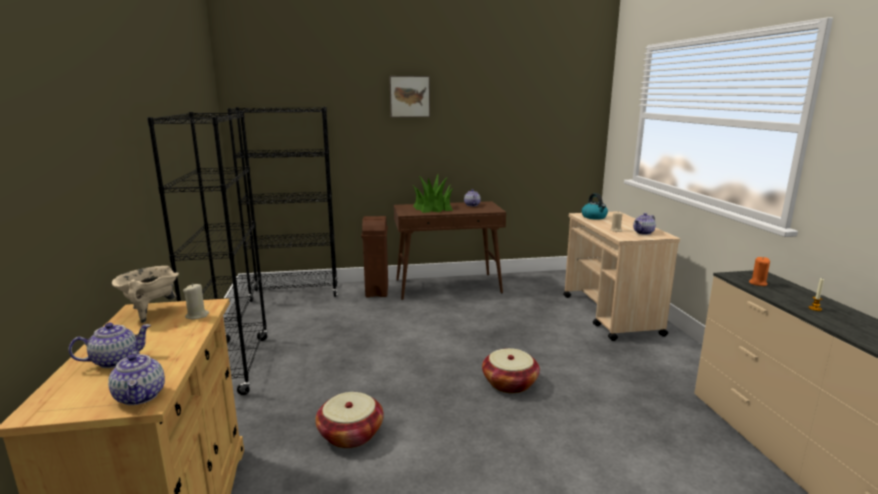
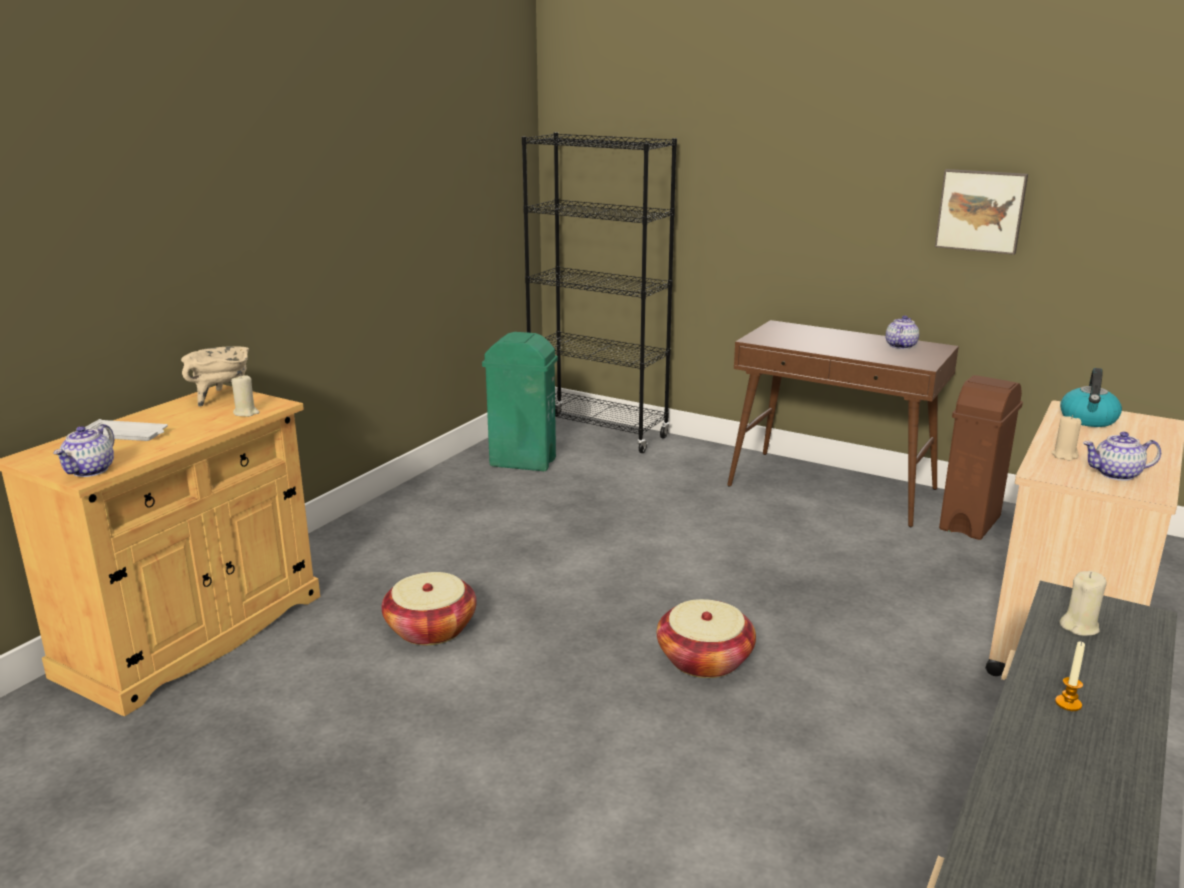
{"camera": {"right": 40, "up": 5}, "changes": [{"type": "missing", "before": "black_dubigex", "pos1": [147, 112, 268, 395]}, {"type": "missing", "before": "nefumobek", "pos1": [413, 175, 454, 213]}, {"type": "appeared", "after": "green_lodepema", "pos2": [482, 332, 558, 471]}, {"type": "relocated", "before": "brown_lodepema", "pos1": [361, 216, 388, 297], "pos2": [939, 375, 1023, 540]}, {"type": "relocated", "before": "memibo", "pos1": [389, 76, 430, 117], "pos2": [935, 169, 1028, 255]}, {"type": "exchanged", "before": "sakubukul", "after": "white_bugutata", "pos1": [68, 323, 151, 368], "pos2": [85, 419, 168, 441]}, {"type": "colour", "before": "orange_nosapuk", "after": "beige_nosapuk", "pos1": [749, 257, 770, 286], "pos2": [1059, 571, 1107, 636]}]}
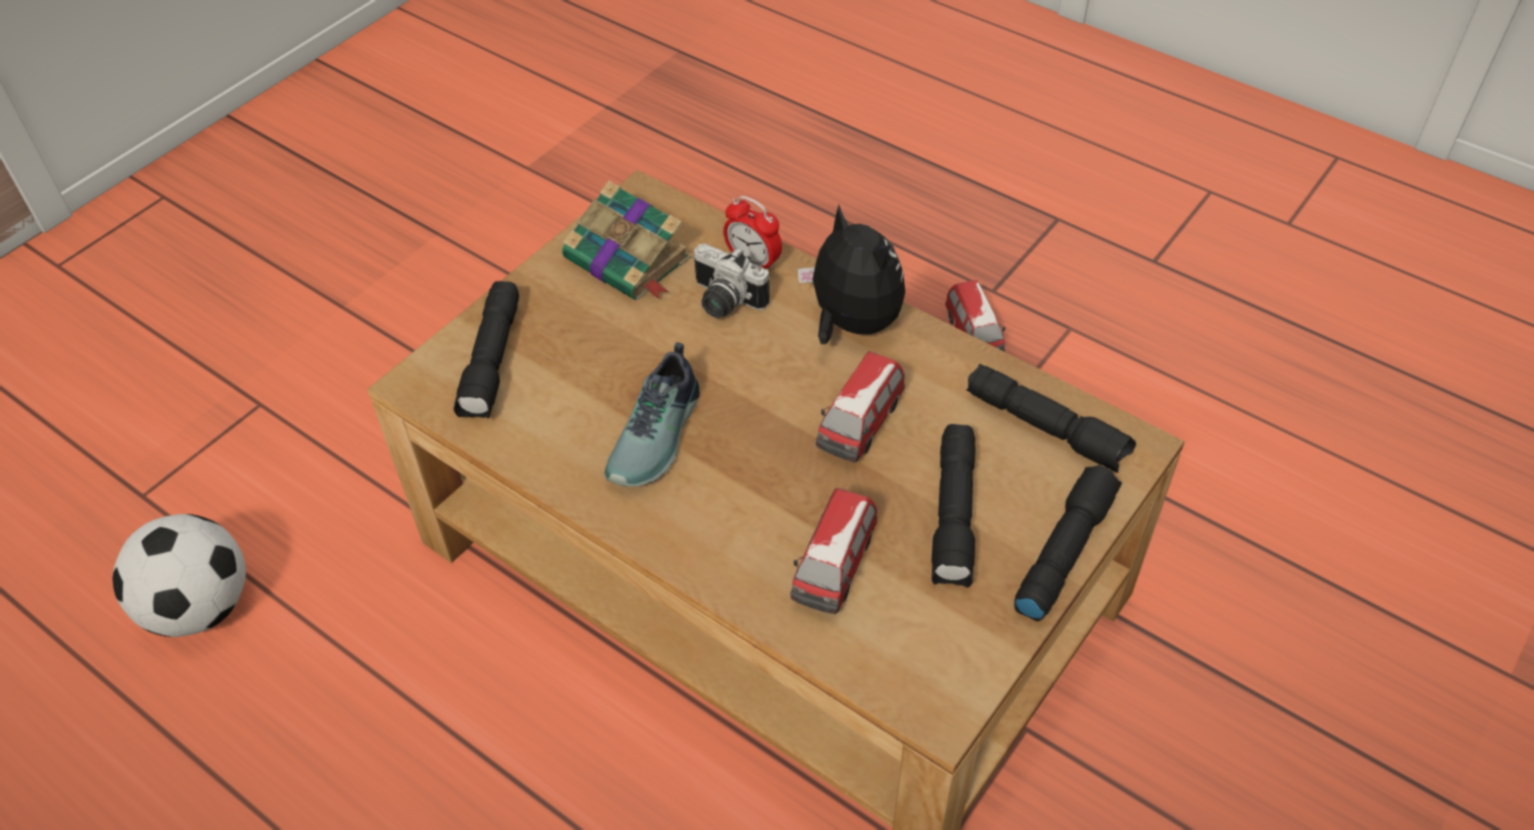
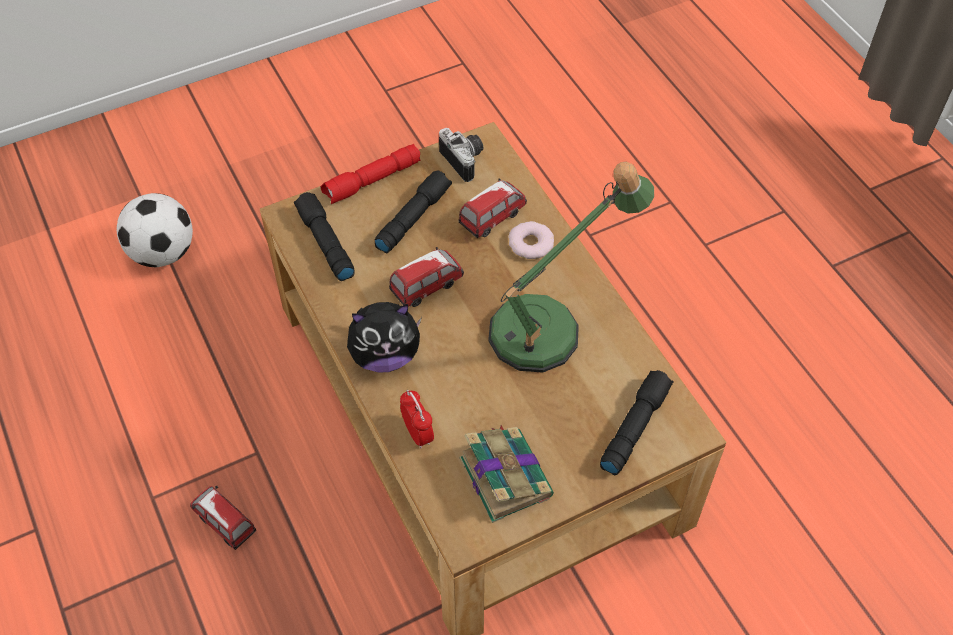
{"camera": {"right": -155, "up": 5}, "changes": [{"type": "appeared", "after": "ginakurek", "pos2": [509, 221, 554, 259]}, {"type": "relocated", "before": "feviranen", "pos1": [112, 514, 246, 637], "pos2": [117, 193, 193, 267]}, {"type": "relocated", "before": "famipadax", "pos1": [693, 243, 770, 318], "pos2": [439, 128, 483, 182]}, {"type": "exchanged", "before": "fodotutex", "after": "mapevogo", "pos1": [605, 342, 700, 487], "pos2": [488, 162, 654, 372]}, {"type": "colour", "before": "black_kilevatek", "after": "red_kilevatek", "pos1": [1014, 465, 1122, 621], "pos2": [321, 144, 420, 204]}, {"type": "spun", "before": "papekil", "pos1": [797, 205, 905, 344], "pos2": [347, 302, 422, 373], "turn": -90}, {"type": "spun", "before": "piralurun", "pos1": [946, 280, 1005, 352], "pos2": [190, 486, 256, 550], "turn": -60}]}
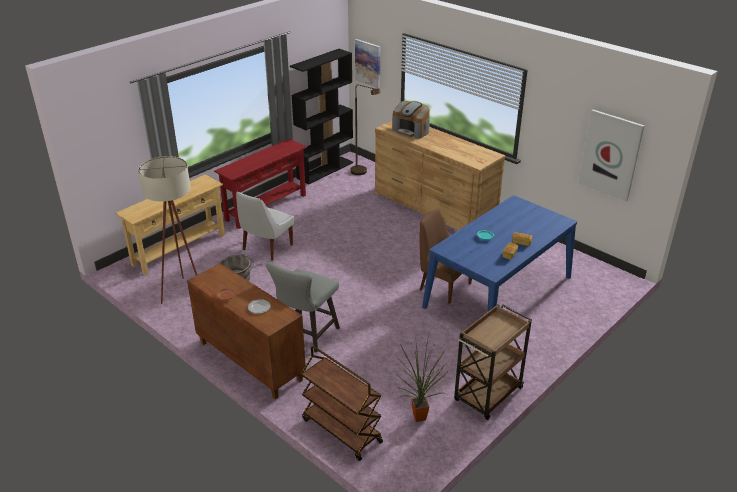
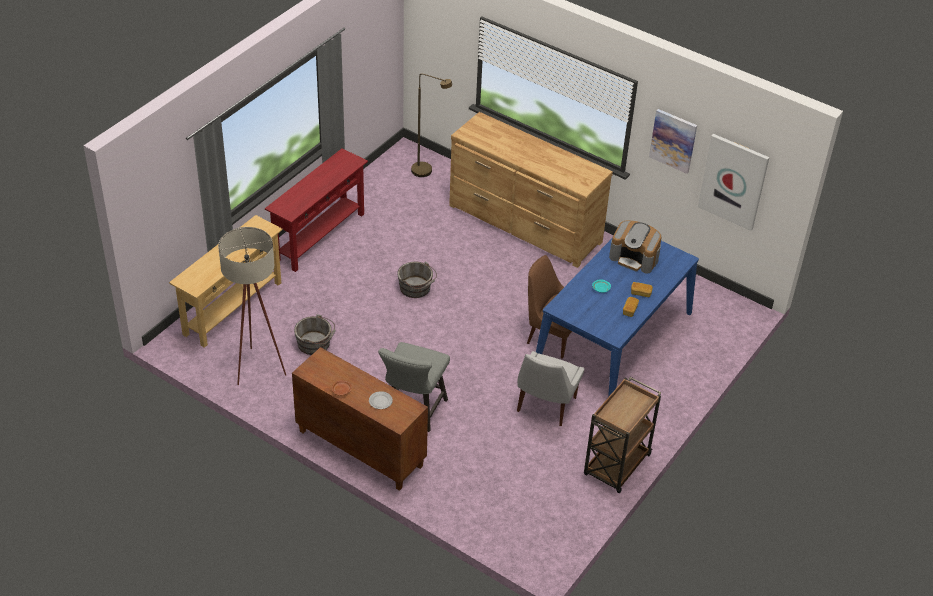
{"camera": {"right": -10, "up": 10}, "changes": [{"type": "missing", "before": "black_dubigex", "pos1": [290, 49, 353, 185]}, {"type": "missing", "before": "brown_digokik", "pos1": [301, 346, 383, 461]}, {"type": "missing", "before": "nefumobek", "pos1": [397, 329, 448, 422]}, {"type": "appeared", "after": "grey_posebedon", "pos2": [397, 261, 437, 298]}, {"type": "relocated", "before": "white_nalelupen", "pos1": [236, 192, 294, 261], "pos2": [517, 351, 585, 426]}, {"type": "relocated", "before": "memibo", "pos1": [355, 39, 380, 88], "pos2": [649, 109, 697, 174]}, {"type": "relocated", "before": "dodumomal", "pos1": [392, 101, 430, 139], "pos2": [609, 221, 661, 274]}]}
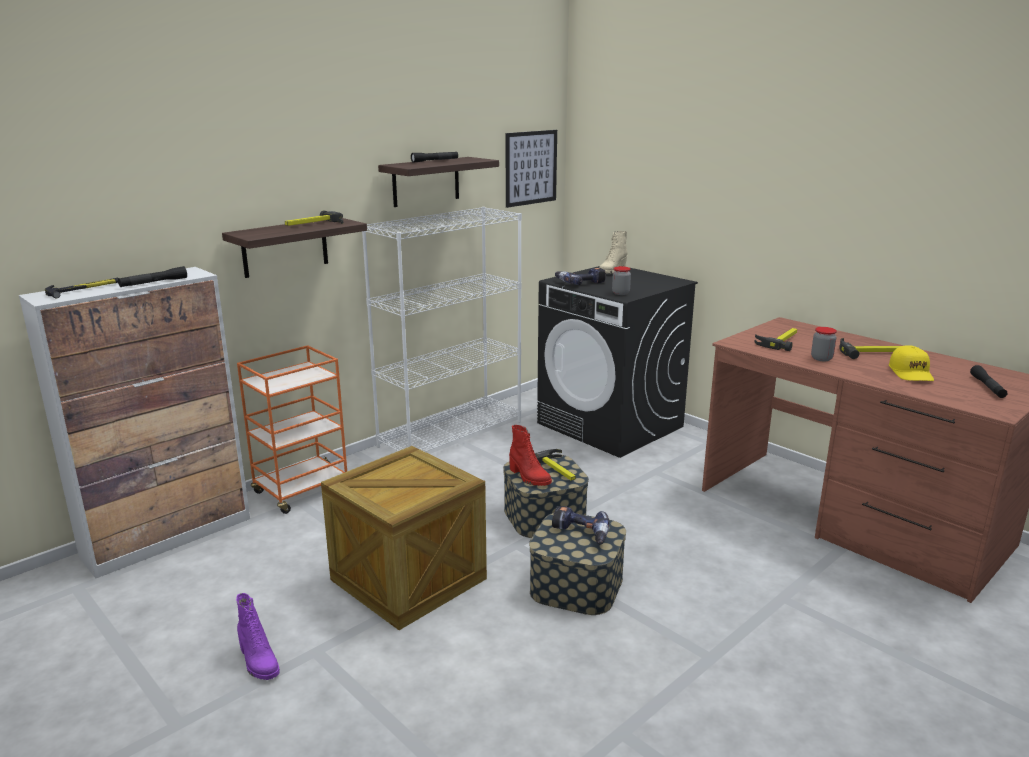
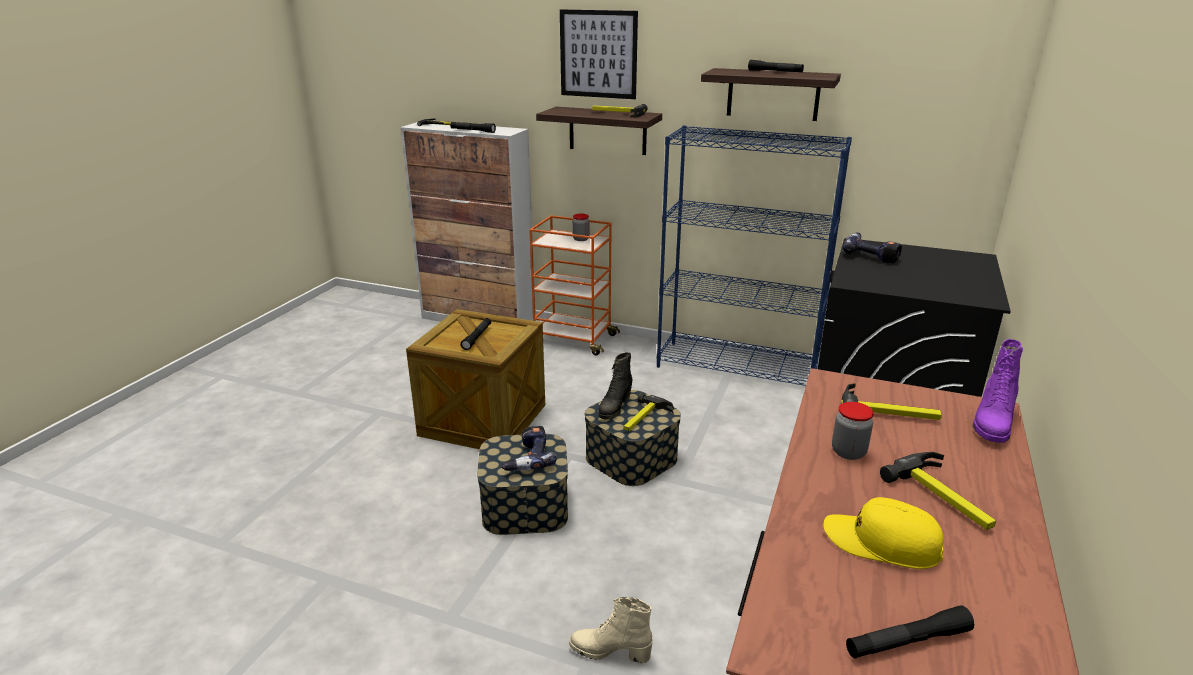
{"camera": {"right": 65, "up": 5}, "changes": [{"type": "appeared", "after": "black_kilevatek", "pos2": [461, 318, 491, 350]}, {"type": "relocated", "before": "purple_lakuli", "pos1": [236, 593, 280, 680], "pos2": [973, 339, 1023, 443]}, {"type": "relocated", "before": "memibo", "pos1": [505, 130, 557, 208], "pos2": [560, 9, 638, 99]}, {"type": "relocated", "before": "beige_lakuli", "pos1": [599, 231, 627, 274], "pos2": [569, 597, 653, 663]}, {"type": "relocated", "before": "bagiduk", "pos1": [612, 266, 631, 295], "pos2": [572, 214, 590, 241]}, {"type": "colour", "before": "white_dubigex", "after": "blue_dubigex", "pos1": [362, 207, 522, 452], "pos2": [657, 125, 852, 386]}, {"type": "colour", "before": "red_lakuli", "after": "black_lakuli", "pos1": [509, 425, 552, 486], "pos2": [599, 352, 632, 420]}, {"type": "spun", "before": "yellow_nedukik", "pos1": [889, 345, 934, 381], "pos2": [824, 497, 944, 569], "turn": 45}]}
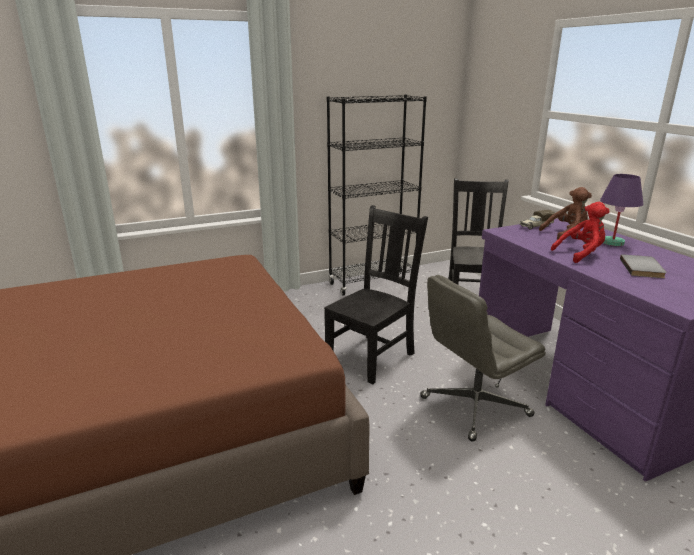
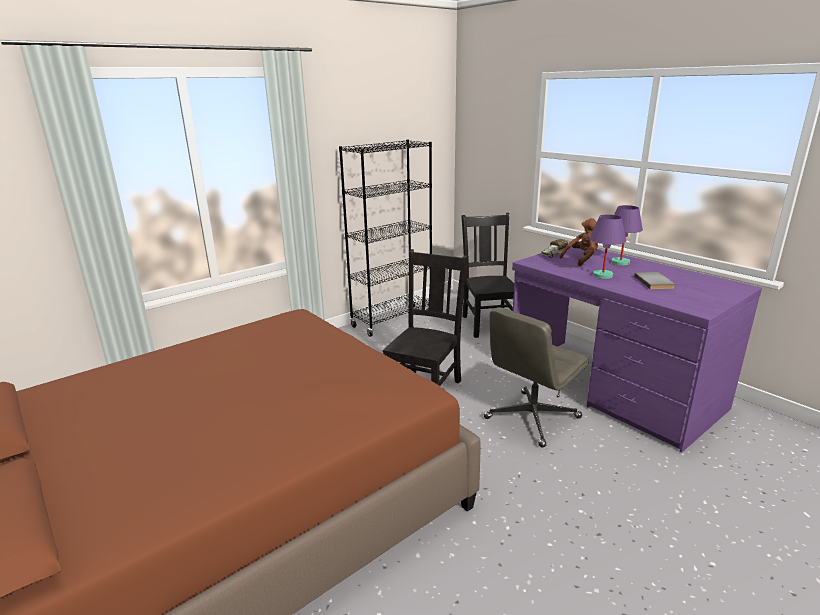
{"camera": {"right": -15, "up": 0}, "changes": [{"type": "exchanged", "before": "red_papekil", "after": "purple_mapevogo", "pos1": [551, 202, 610, 263], "pos2": [589, 214, 626, 279]}]}
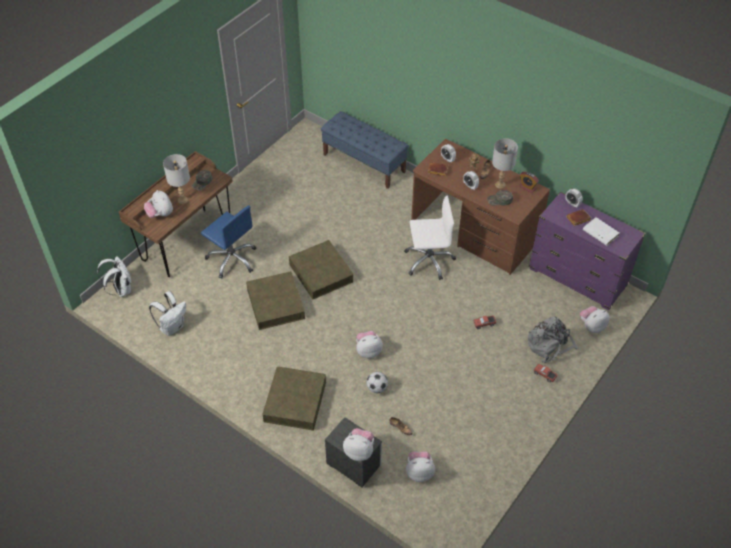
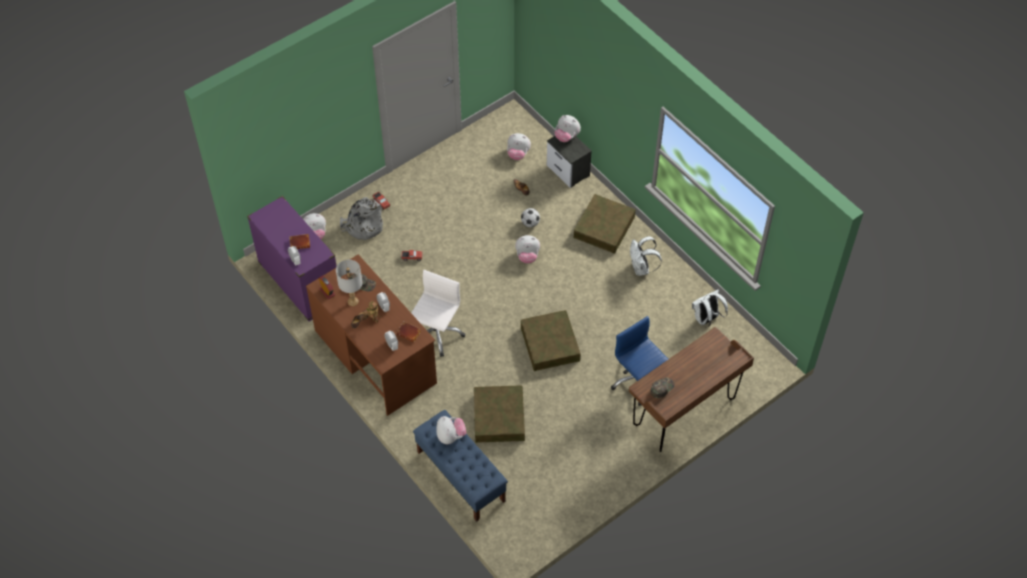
{"camera": {"right": -165, "up": 5}, "changes": [{"type": "missing", "before": "grey_mapevogo", "pos1": [163, 154, 190, 204]}, {"type": "missing", "before": "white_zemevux", "pos1": [583, 217, 619, 246]}, {"type": "relocated", "before": "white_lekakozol", "pos1": [97, 256, 131, 297], "pos2": [630, 236, 662, 276]}, {"type": "relocated", "before": "papekil", "pos1": [144, 190, 173, 218], "pos2": [436, 416, 466, 444]}, {"type": "relocated", "before": "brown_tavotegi", "pos1": [246, 271, 305, 330], "pos2": [474, 386, 525, 443]}, {"type": "spun", "before": "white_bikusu", "pos1": [404, 196, 456, 280], "pos2": [411, 270, 465, 357], "turn": 105}]}
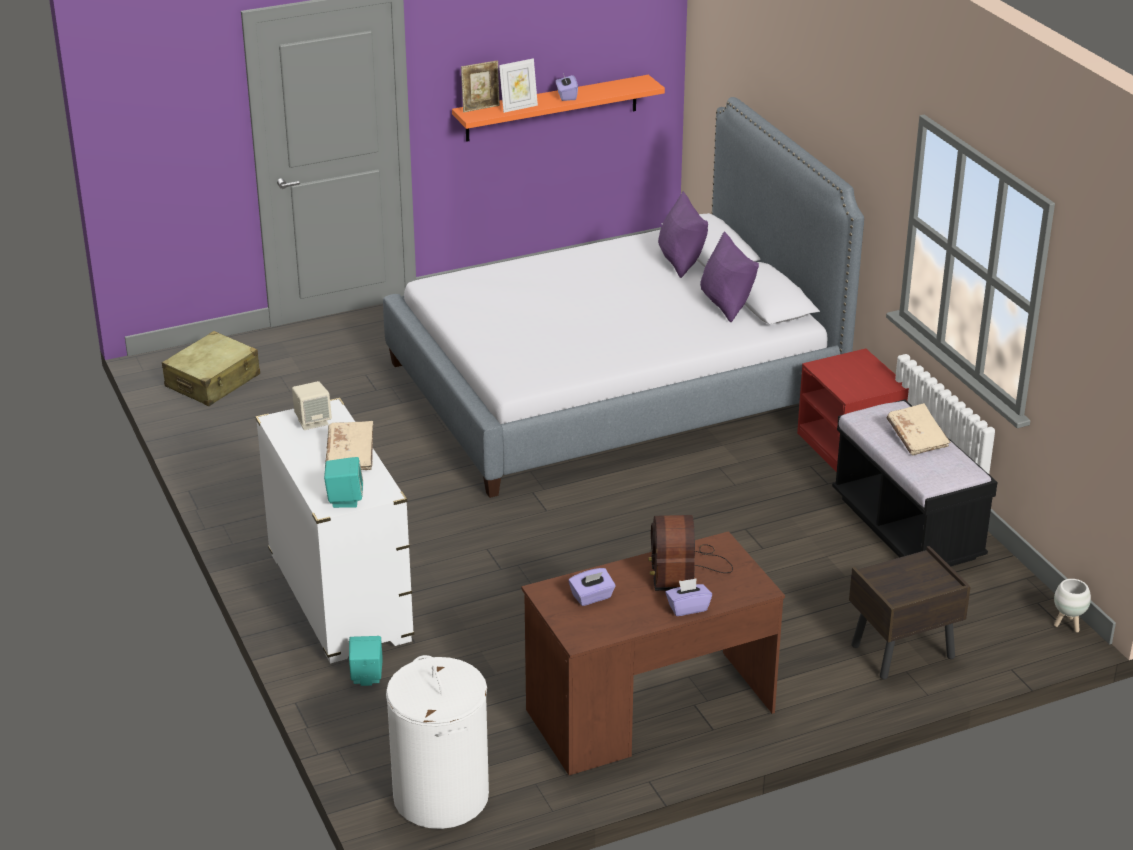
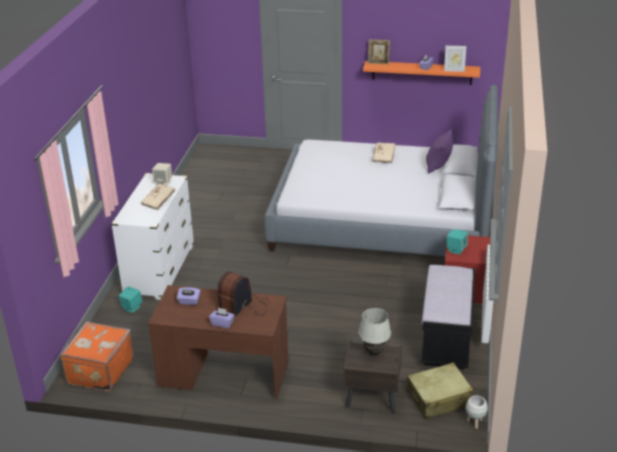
{"camera": {"right": 35, "up": 0}, "changes": [{"type": "missing", "before": "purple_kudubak", "pos1": [700, 231, 759, 322]}, {"type": "appeared", "after": "white_mapevogo", "pos2": [358, 308, 391, 355]}, {"type": "relocated", "before": "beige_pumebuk", "pos1": [162, 331, 260, 406], "pos2": [407, 362, 474, 419]}, {"type": "relocated", "before": "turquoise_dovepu", "pos1": [324, 457, 363, 508], "pos2": [447, 229, 468, 255]}, {"type": "relocated", "before": "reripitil", "pos1": [499, 58, 538, 113], "pos2": [444, 46, 466, 72]}, {"type": "relocated", "before": "beige_zemevux", "pos1": [886, 403, 950, 456], "pos2": [372, 143, 396, 163]}, {"type": "exchanged", "before": "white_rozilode", "after": "orange_pumebuk", "pos1": [386, 655, 489, 829], "pos2": [60, 322, 134, 392]}]}
